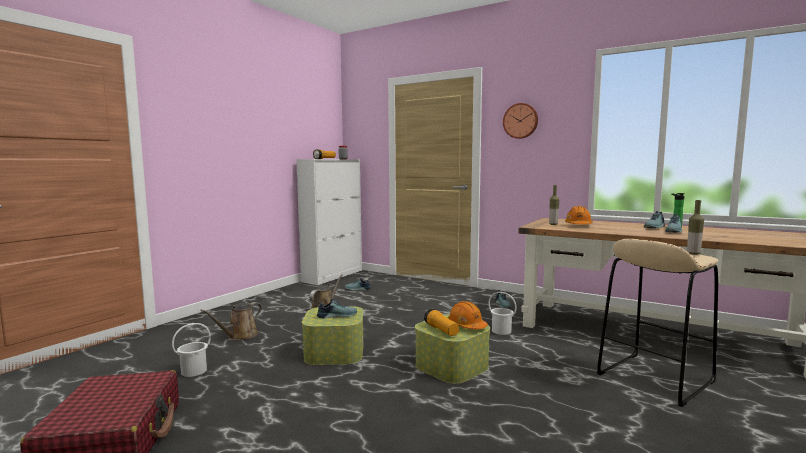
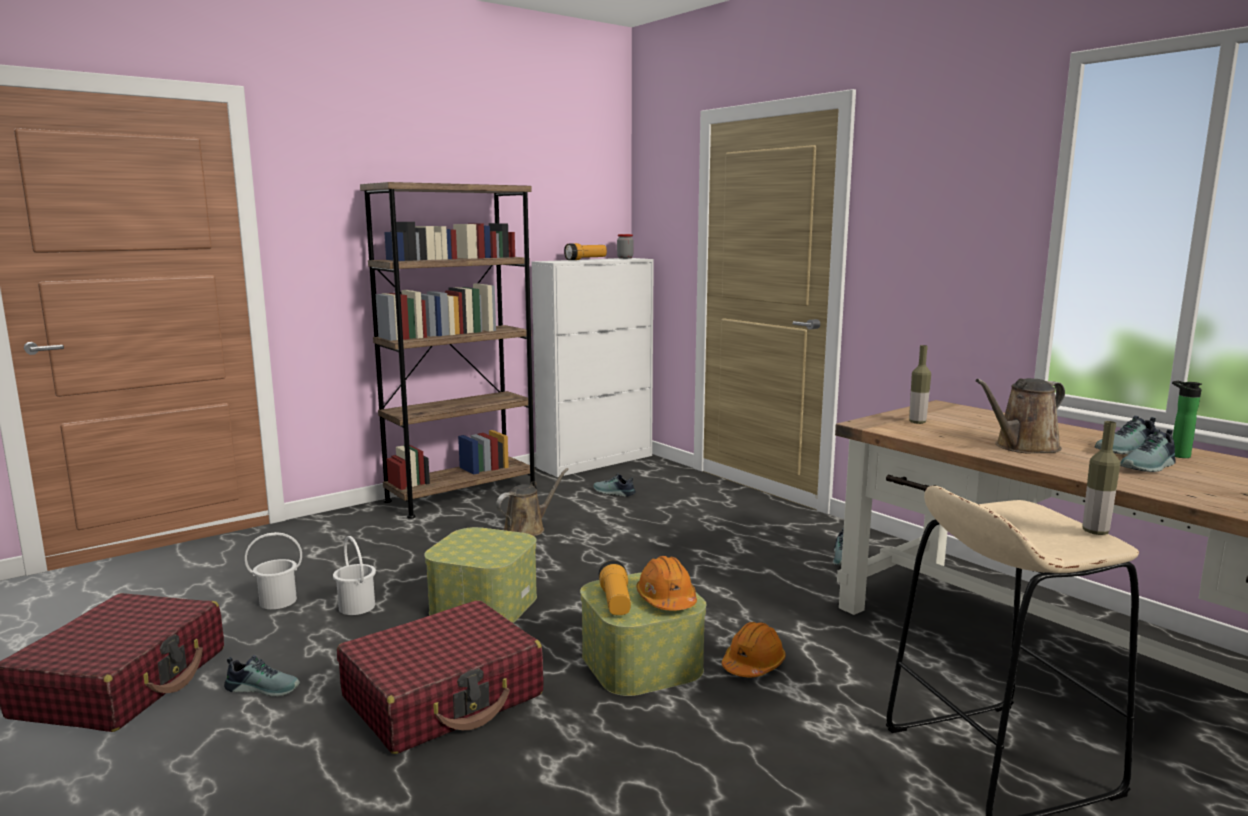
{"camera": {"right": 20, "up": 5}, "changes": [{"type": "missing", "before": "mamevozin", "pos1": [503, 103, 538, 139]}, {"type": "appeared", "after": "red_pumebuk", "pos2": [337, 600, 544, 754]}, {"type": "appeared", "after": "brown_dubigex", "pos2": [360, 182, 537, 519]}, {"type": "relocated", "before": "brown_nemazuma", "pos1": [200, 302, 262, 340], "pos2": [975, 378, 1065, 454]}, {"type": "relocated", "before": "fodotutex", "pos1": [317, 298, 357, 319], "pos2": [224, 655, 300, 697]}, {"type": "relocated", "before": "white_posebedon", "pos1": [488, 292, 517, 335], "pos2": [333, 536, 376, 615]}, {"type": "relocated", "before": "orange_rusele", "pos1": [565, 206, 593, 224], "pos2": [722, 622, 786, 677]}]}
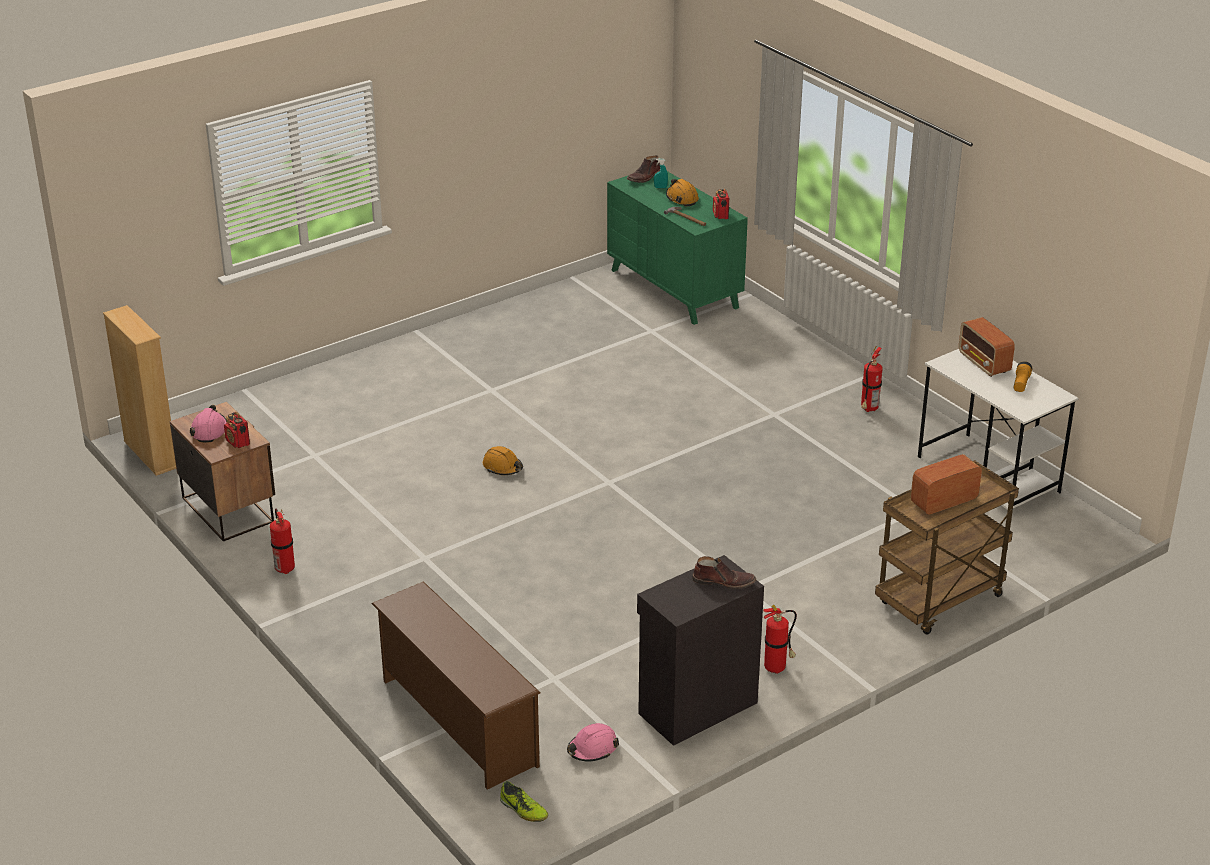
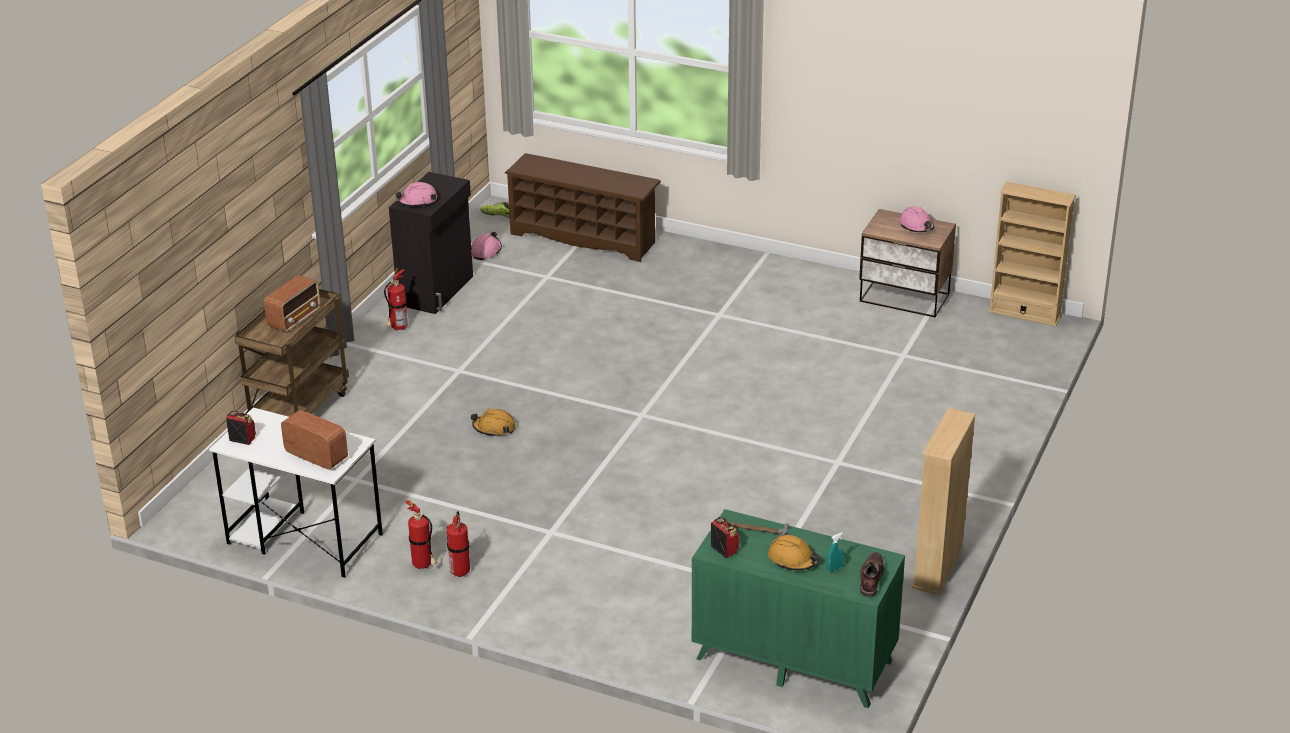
{"camera": {"right": 150, "up": 0}, "changes": [{"type": "missing", "before": "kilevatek", "pos1": [1014, 361, 1032, 392]}, {"type": "appeared", "after": "beige_dubigex", "pos2": [912, 408, 976, 595]}, {"type": "relocated", "before": "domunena", "pos1": [224, 412, 250, 448], "pos2": [226, 411, 256, 445]}, {"type": "relocated", "before": "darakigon", "pos1": [270, 509, 295, 574], "pos2": [406, 500, 437, 569]}, {"type": "relocated", "before": "orange_rusele", "pos1": [483, 446, 523, 475], "pos2": [471, 409, 516, 437]}, {"type": "exchanged", "before": "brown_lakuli", "after": "pink_rusele", "pos1": [692, 556, 756, 589], "pos2": [395, 182, 437, 207]}]}
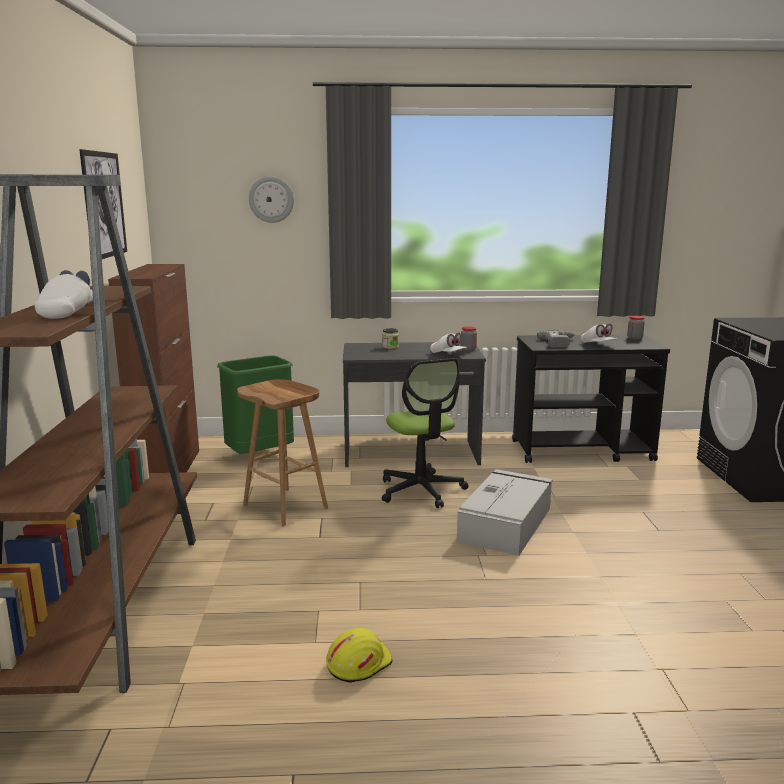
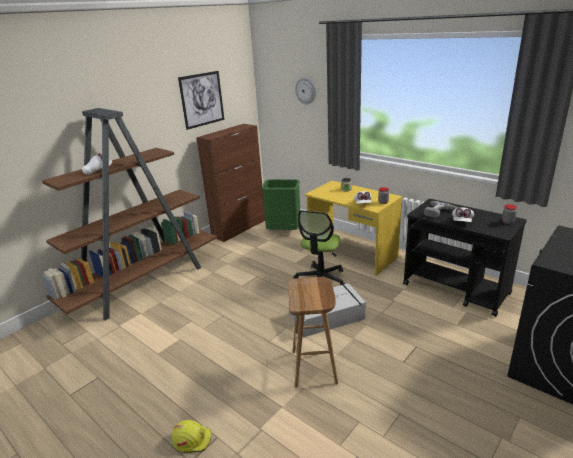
{"camera": {"right": 45, "up": 10}, "changes": [{"type": "relocated", "before": "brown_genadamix", "pos1": [237, 379, 328, 526], "pos2": [288, 277, 338, 387]}, {"type": "relocated", "before": "yellow_rusele", "pos1": [326, 628, 393, 683], "pos2": [172, 420, 211, 453]}, {"type": "colour", "before": "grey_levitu", "after": "yellow_levitu", "pos1": [343, 342, 486, 467], "pos2": [305, 181, 402, 276]}]}
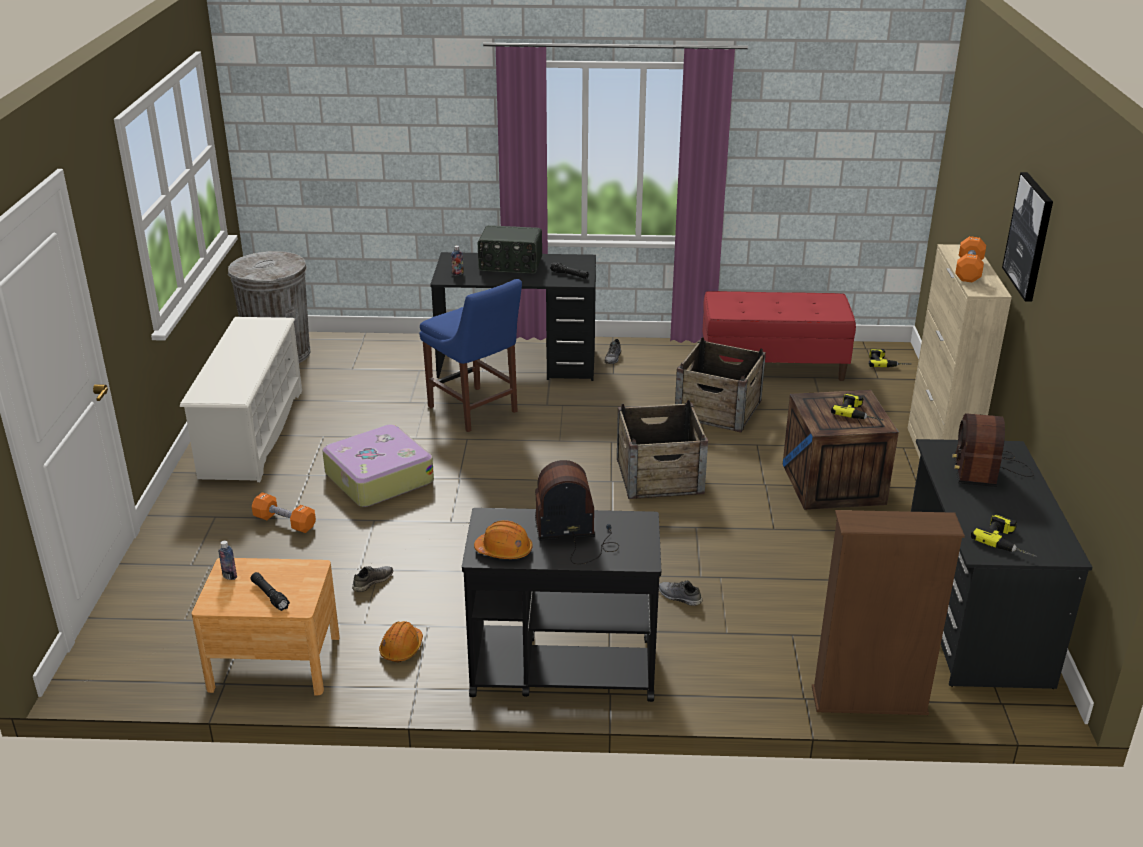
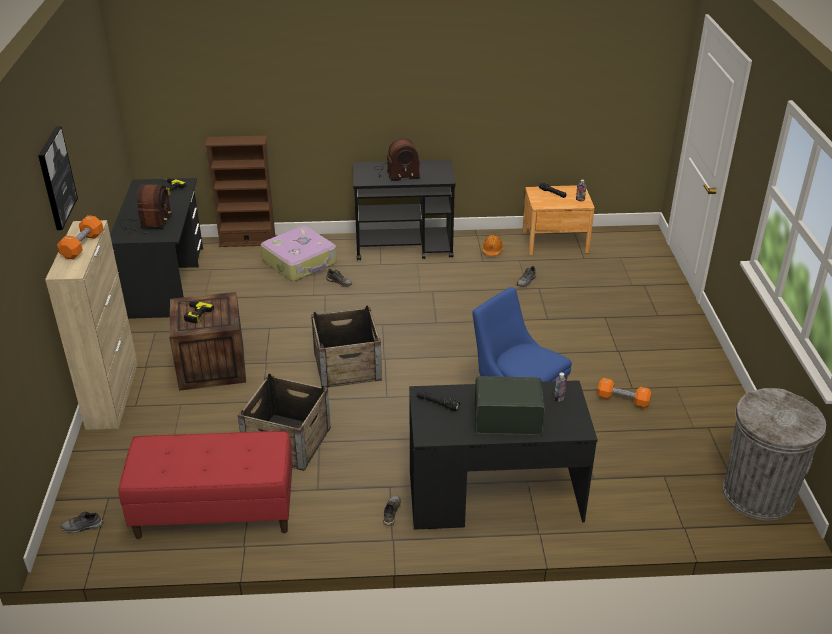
{"camera": {"right": 175, "up": 5}, "changes": [{"type": "missing", "before": "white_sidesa", "pos1": [180, 317, 302, 482]}, {"type": "missing", "before": "orange_rusele", "pos1": [474, 520, 533, 559]}, {"type": "relocated", "before": "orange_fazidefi", "pos1": [252, 492, 316, 533], "pos2": [597, 378, 652, 408]}, {"type": "relocated", "before": "pumebuk", "pos1": [322, 425, 434, 507], "pos2": [261, 226, 337, 281]}, {"type": "exchanged", "before": "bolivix", "after": "grey_fodotutex", "pos1": [869, 349, 911, 367], "pos2": [61, 512, 103, 533]}]}
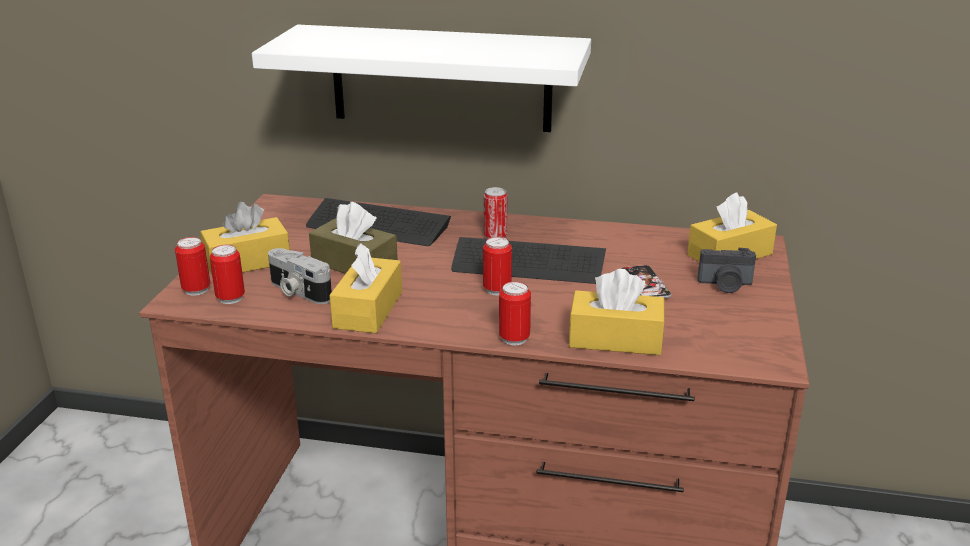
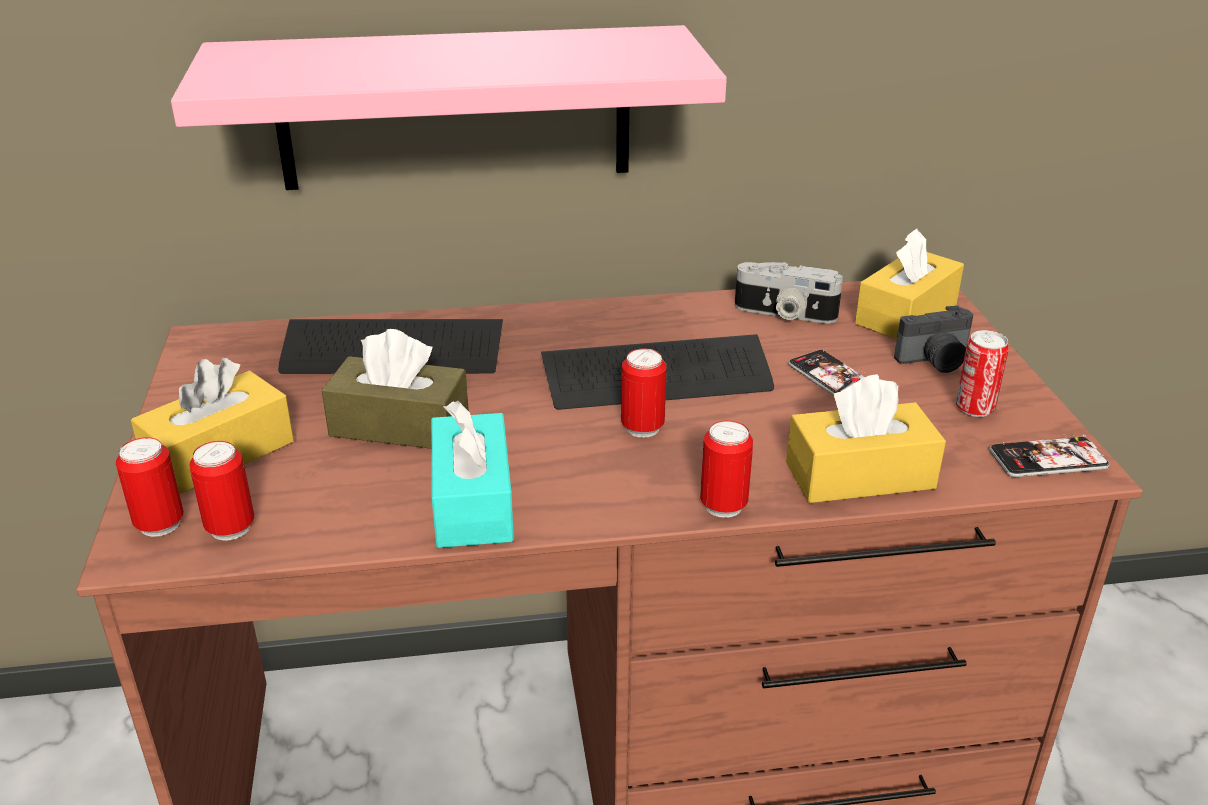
{"camera": {"right": -20, "up": 5}, "changes": [{"type": "appeared", "after": "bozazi", "pos2": [989, 434, 1109, 477]}, {"type": "relocated", "before": "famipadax", "pos1": [268, 248, 332, 304], "pos2": [735, 262, 843, 324]}, {"type": "relocated", "before": "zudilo", "pos1": [484, 187, 507, 239], "pos2": [956, 330, 1009, 417]}, {"type": "colour", "before": "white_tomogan", "after": "pink_tomogan", "pos1": [252, 25, 591, 132], "pos2": [171, 25, 727, 190]}, {"type": "colour", "before": "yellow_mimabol", "after": "turquoise_mimabol", "pos1": [329, 243, 402, 333], "pos2": [431, 401, 514, 548]}]}
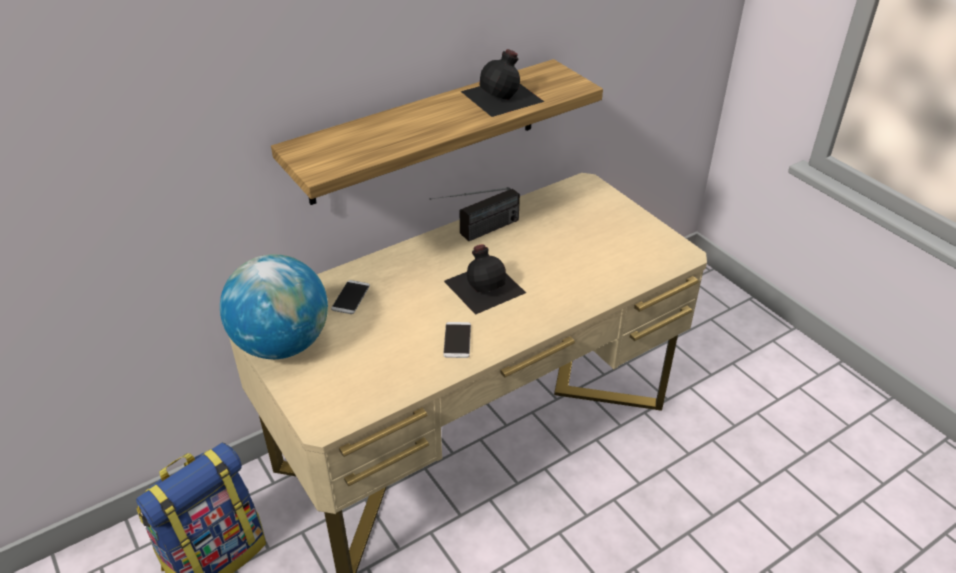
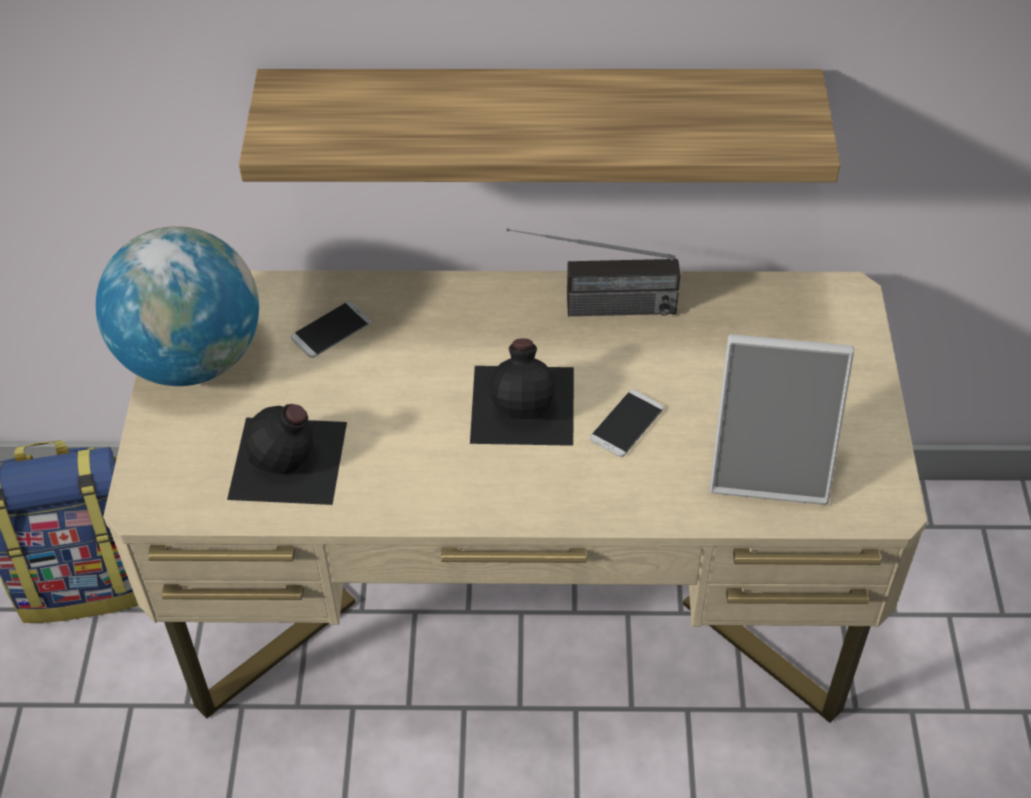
{"camera": {"right": 35, "up": 10}, "changes": [{"type": "appeared", "after": "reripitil", "pos2": [709, 334, 854, 505]}, {"type": "relocated", "before": "bozazi", "pos1": [443, 322, 471, 358], "pos2": [590, 390, 664, 457]}, {"type": "relocated", "before": "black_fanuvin", "pos1": [461, 49, 544, 117], "pos2": [227, 404, 347, 505]}]}
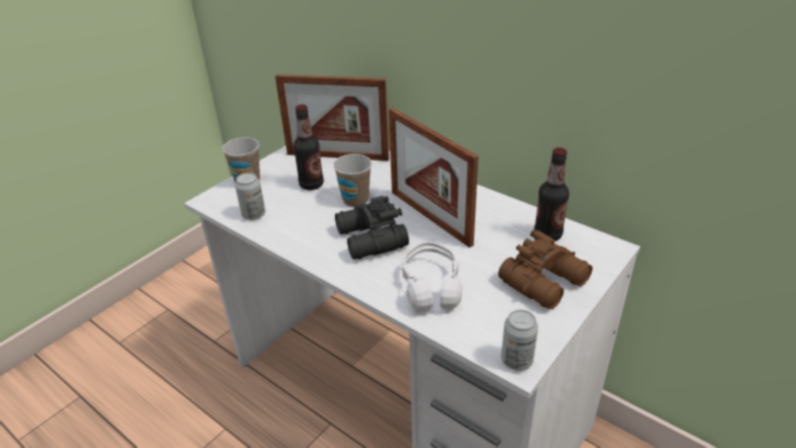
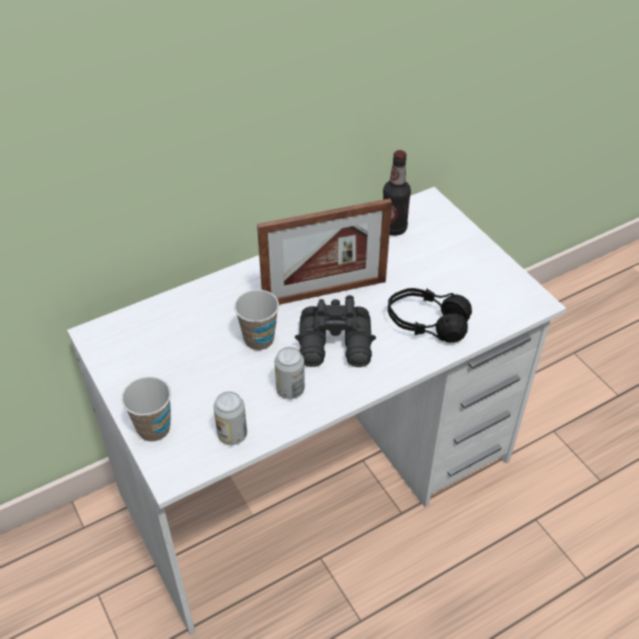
{"camera": {"right": -70, "up": 10}, "changes": [{"type": "missing", "before": "reripitil", "pos1": [275, 74, 389, 161]}, {"type": "missing", "before": "fanuvin", "pos1": [293, 104, 324, 190]}, {"type": "missing", "before": "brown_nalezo", "pos1": [498, 229, 593, 310]}, {"type": "relocated", "before": "zudilo", "pos1": [501, 310, 538, 371], "pos2": [275, 347, 305, 399]}, {"type": "colour", "before": "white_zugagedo", "after": "black_zugagedo", "pos1": [402, 242, 462, 311], "pos2": [388, 288, 472, 343]}]}
